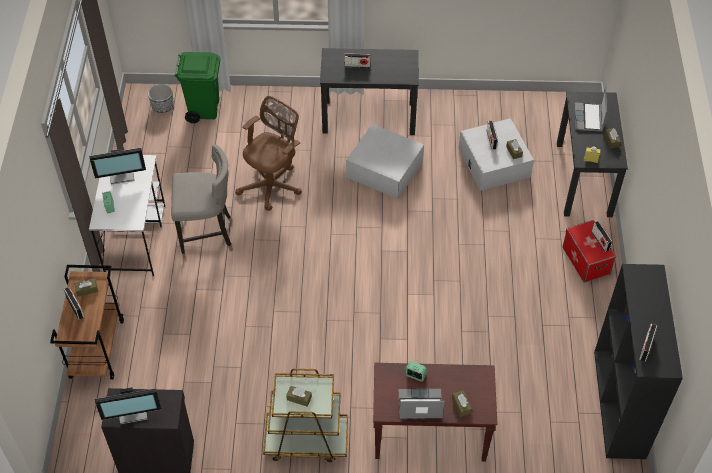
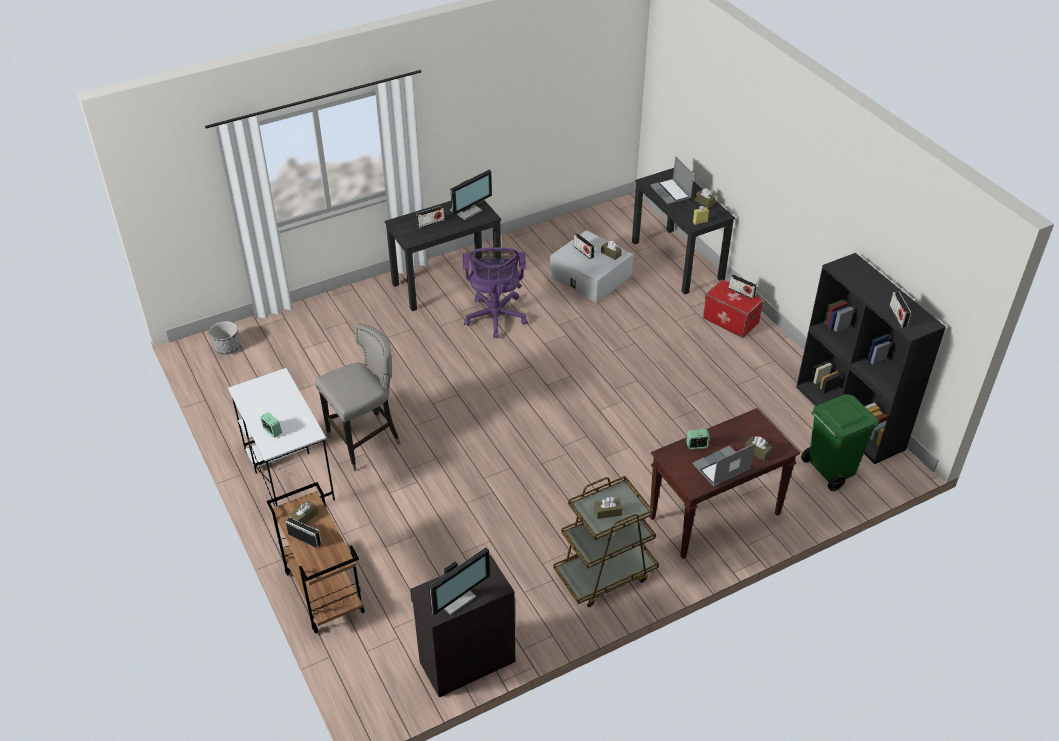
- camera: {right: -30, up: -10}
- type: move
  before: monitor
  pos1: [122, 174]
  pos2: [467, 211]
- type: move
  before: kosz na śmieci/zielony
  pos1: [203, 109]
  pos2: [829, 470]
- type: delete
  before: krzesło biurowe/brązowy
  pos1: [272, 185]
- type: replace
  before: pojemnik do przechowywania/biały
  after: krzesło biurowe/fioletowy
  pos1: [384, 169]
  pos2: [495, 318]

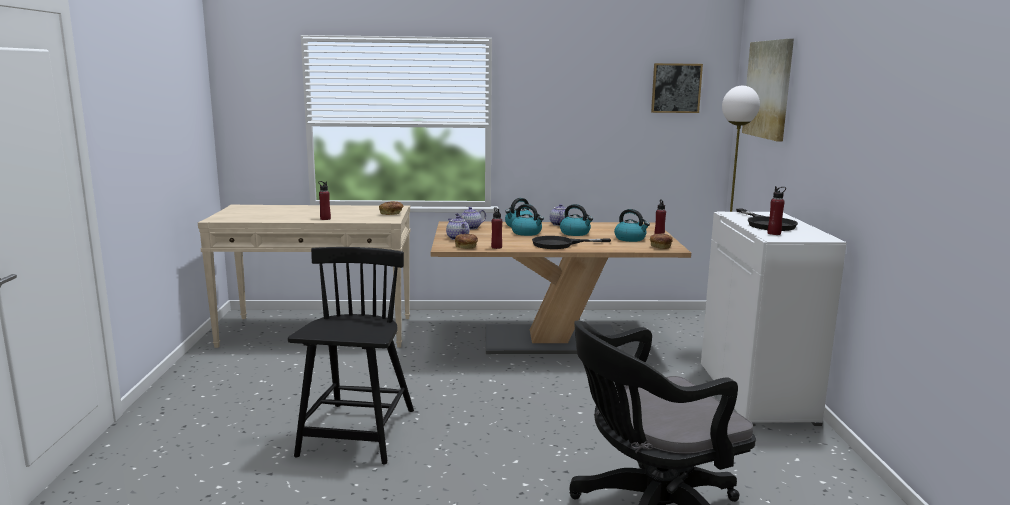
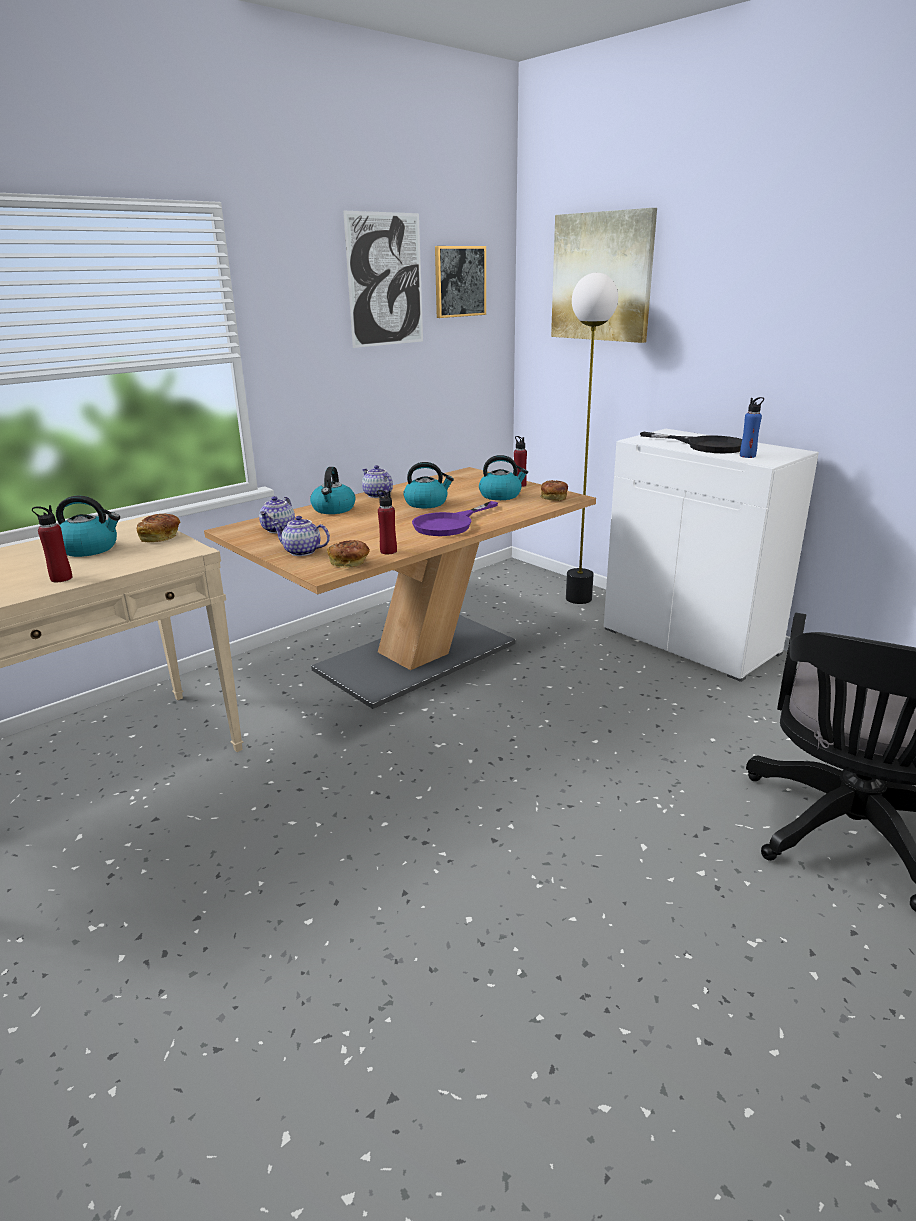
- camera: {right: -40, up: 10}
- type: delete
  before: krzesło/czarny
  pos1: [357, 434]
- type: move
  before: czajnik
  pos1: [527, 233]
  pos2: [90, 549]
- type: recolor
  before: patelnia/czarny
  after: patelnia/fioletowy
  pos1: [560, 244]
  pos2: [450, 524]
- type: recolor
  before: butelka/czerwony
  after: butelka/niebieski
  pos1: [774, 233]
  pos2: [747, 456]
- type: insert
  after: obraz
  pos2: [385, 280]

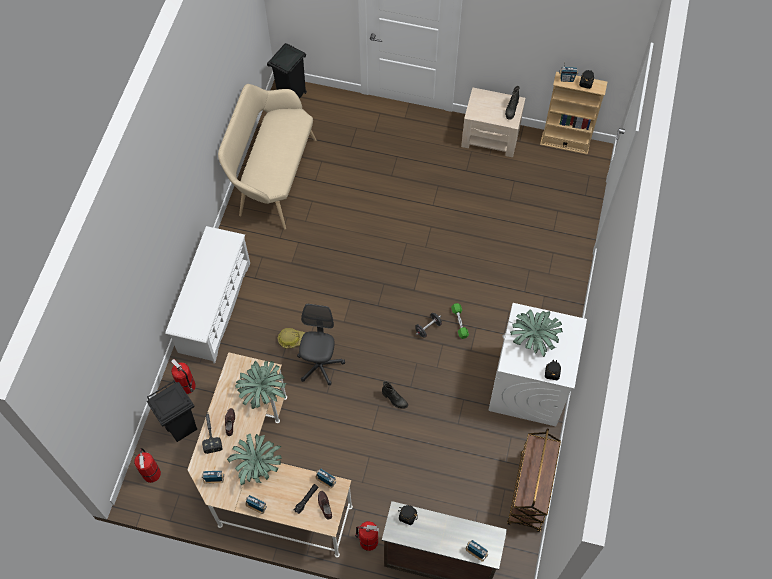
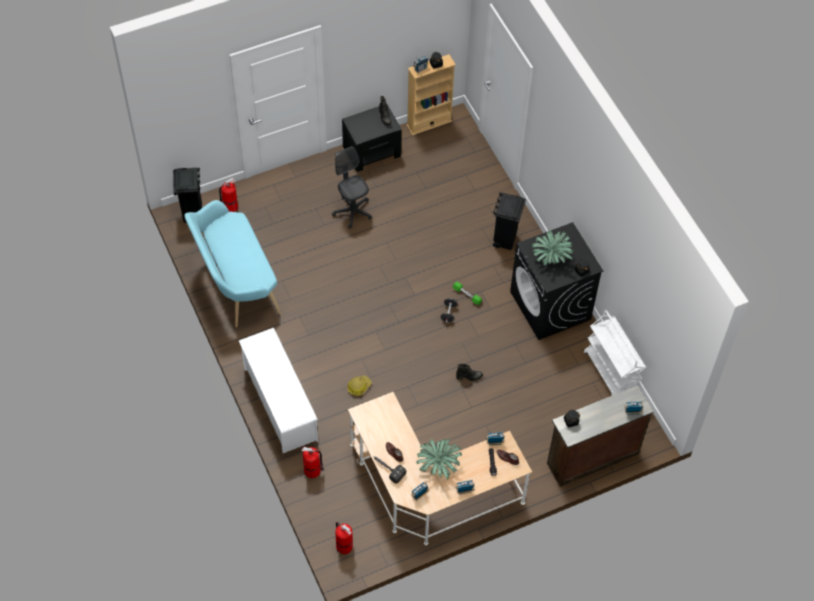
- camera: {right: -40, up: -5}
- type: move
  before: kosz na śmieci/czarny
  pos1: [182, 427]
  pos2: [505, 240]
- type: recolor
  before: ławka/beżowy
  after: ławka/turkusowy
  pos1: [273, 177]
  pos2: [235, 283]
- type: delete
  before: roślina doniczkowa
  pos1: [263, 392]
- type: move
  before: krzesło biurowe/szary
  pos1: [320, 365]
  pos2: [352, 212]
- type: move
  before: gaśnica
  pos1: [367, 541]
  pos2: [230, 207]
- type: recolor
  before: szafka nocna/beżowy
  after: szafka nocna/czarny
  pos1: [491, 136]
  pos2: [372, 151]
- type: recolor
  before: pralka/biały
  after: pralka/czarny
  pos1: [529, 386]
  pos2: [550, 306]
- type: recolor
  before: wózek/brązowy
  after: wózek/biały
  pos1: [530, 492]
  pos2: [611, 373]

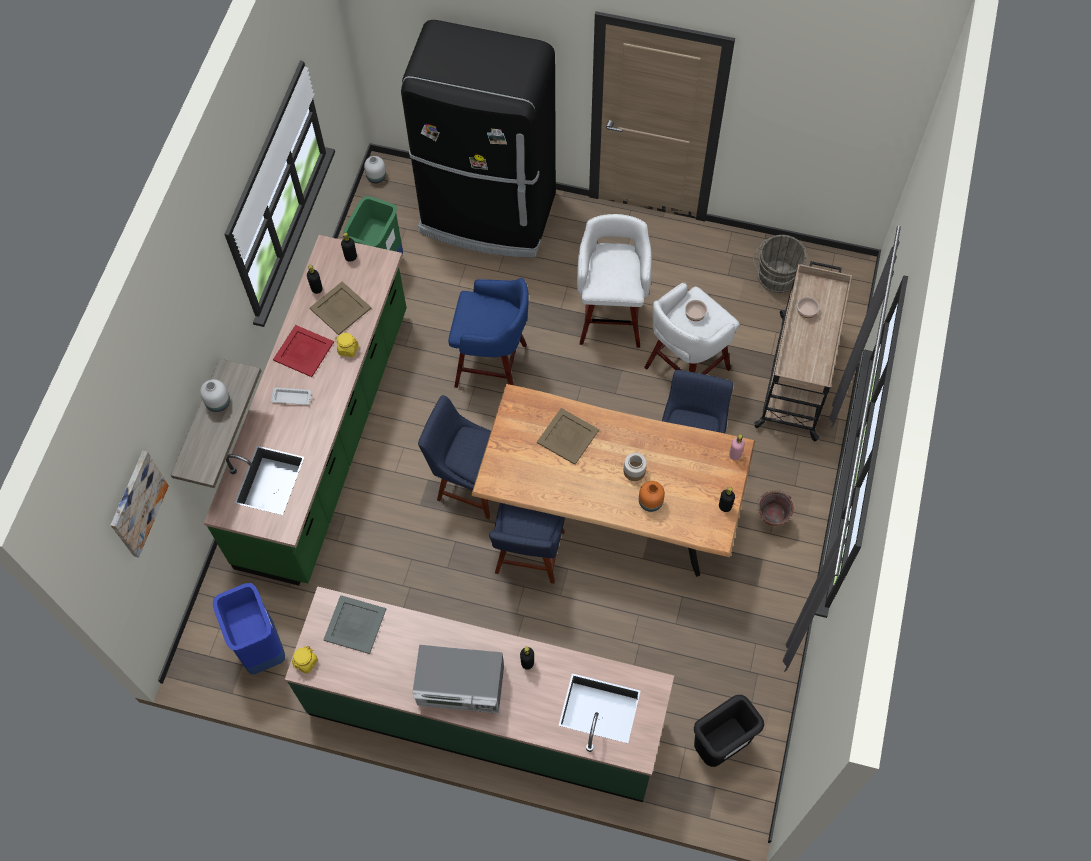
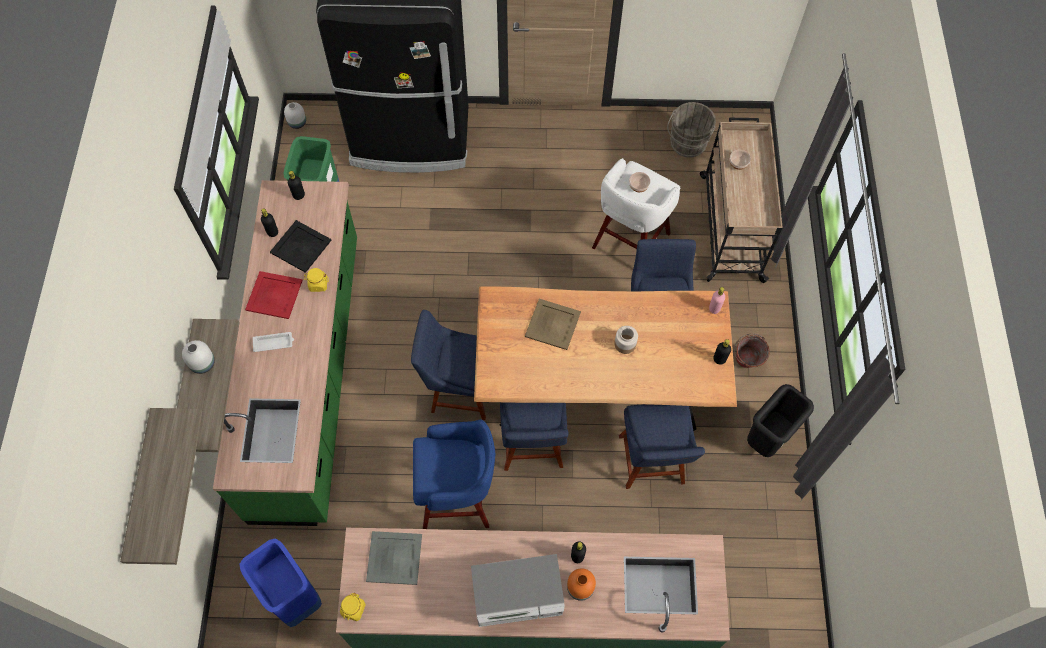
- camera: {right: -15, up: 0}
- type: replace
  before: obraz
  after: półka
  pos1: [137, 504]
  pos2: [142, 488]
- type: recolor
  before: taca/beżowy
  after: taca/czarny
  pos1: [340, 308]
  pos2: [300, 246]
- type: move
  before: stołek/niebieski
  pos1: [493, 366]
  pos2: [458, 497]
- type: delete
  before: stołek/biały
  pos1: [611, 317]
- type: move
  before: wazon/pomarańczowy
  pos1: [651, 502]
  pos2: [581, 588]
- type: move
  before: kosz na śmieci/czarny
  pos1: [720, 746]
  pos2: [767, 439]
- type: insert
  after: krzesło/niebieski
  pos2: [652, 463]

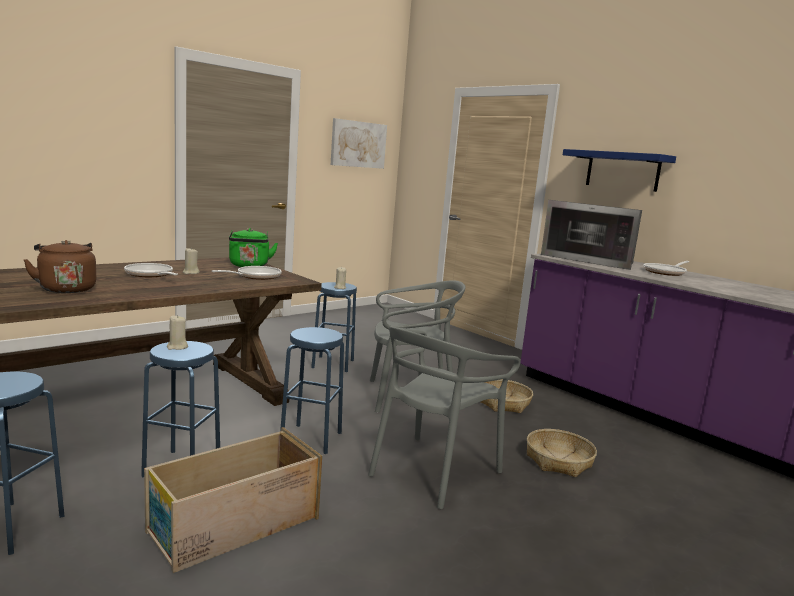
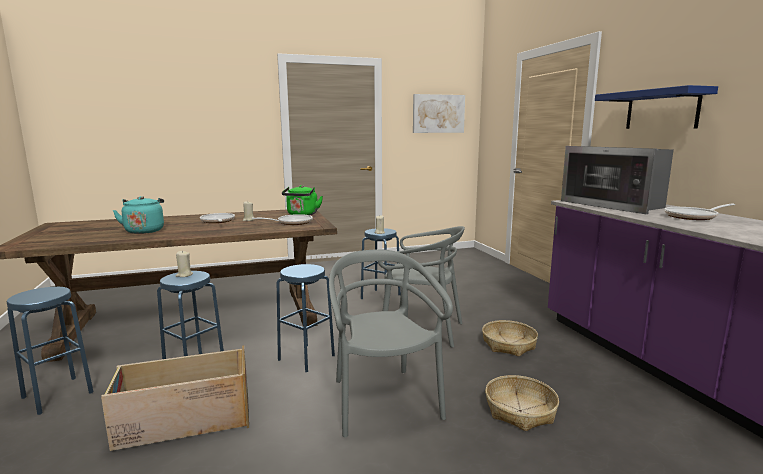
- camera: {right: 25, up: 0}
- type: recolor
  before: czajnik/brązowy
  after: czajnik/turkusowy
  pos1: [66, 289]
  pos2: [144, 231]
- type: rotate
  before: krzesło/szary
  pos1: [433, 471]
  pos2: [383, 401]
  turn: 105

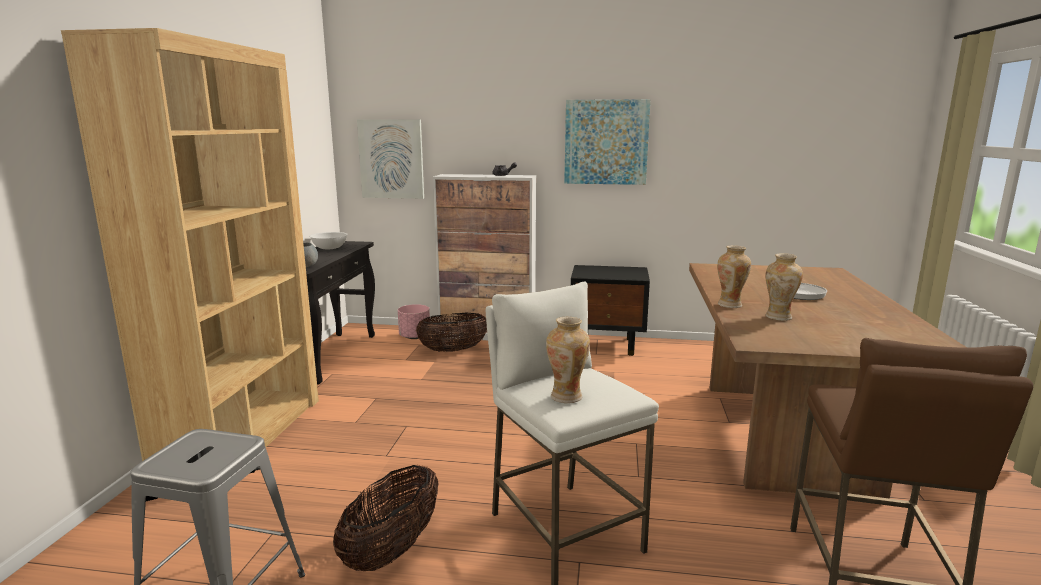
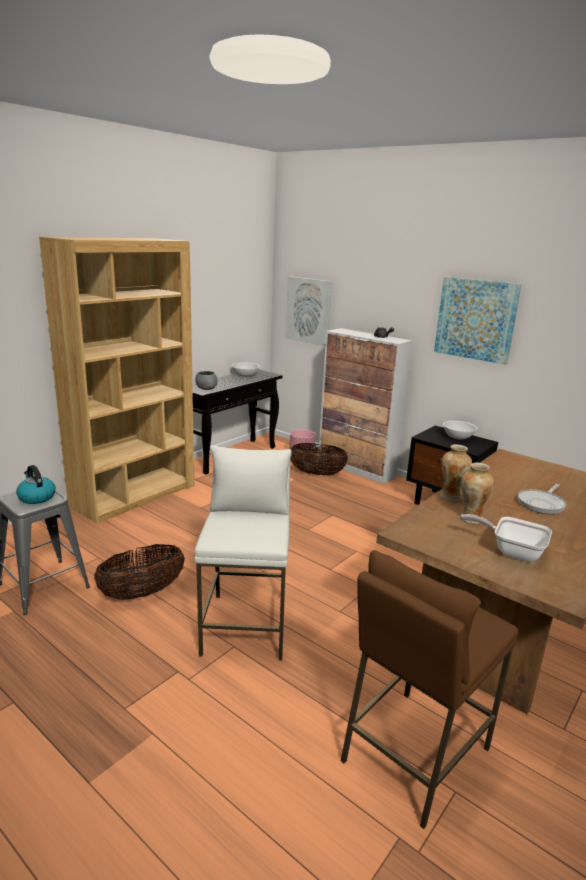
- camera: {right: 30, up: 5}
- type: delete
  before: wazon
  pos1: [567, 396]
- type: insert
  after: czajnik
  pos2: [36, 497]
- type: insert
  after: miska/biały
  pos2: [458, 437]
- type: insert
  after: patelnia
  pos2: [511, 551]

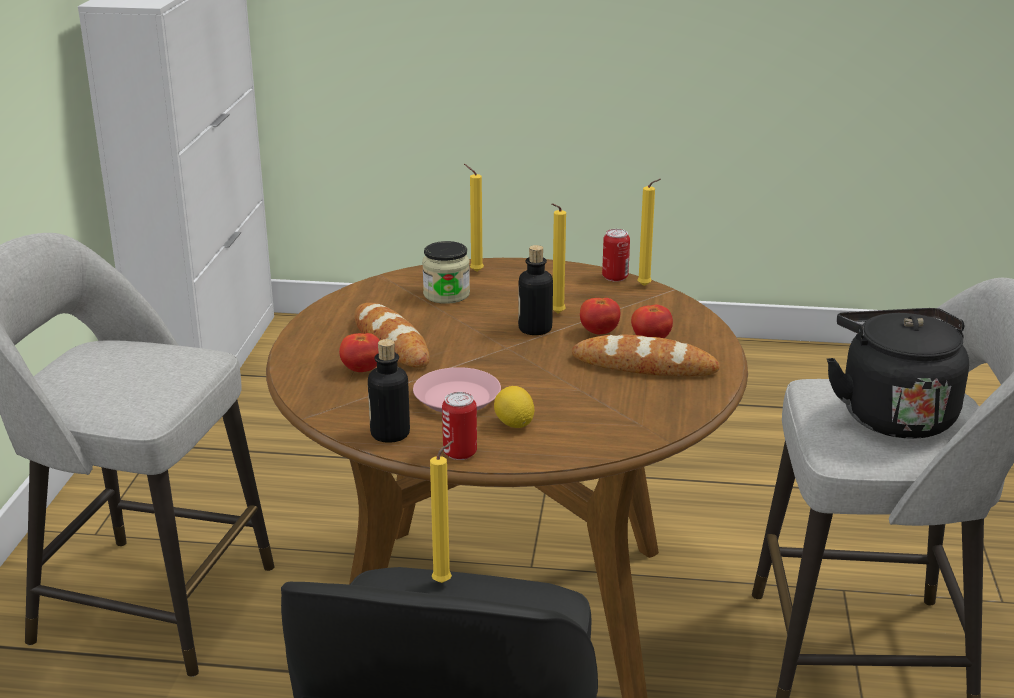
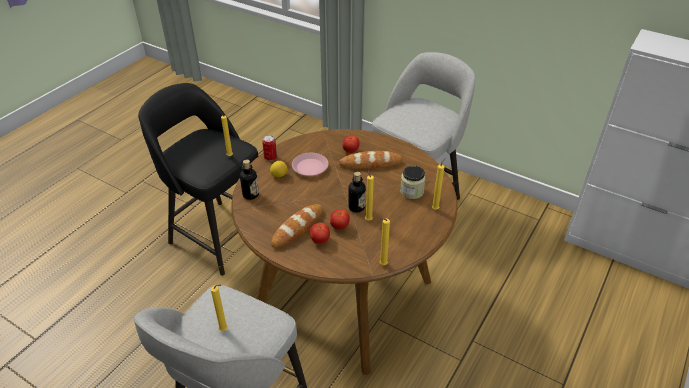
- camera: {right: 115, up: 15}
- type: move
  before: butelka
  pos1: [390, 434]
  pos2: [250, 195]
- type: delete
  before: puszka
  pos1: [615, 277]
- type: replace
  before: czajnik/czarny
  after: świeca/żółty
  pos1: [893, 414]
  pos2: [225, 330]

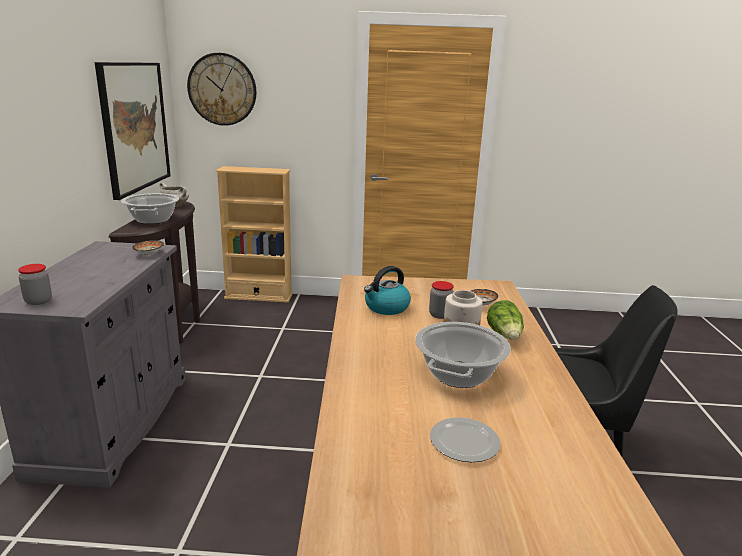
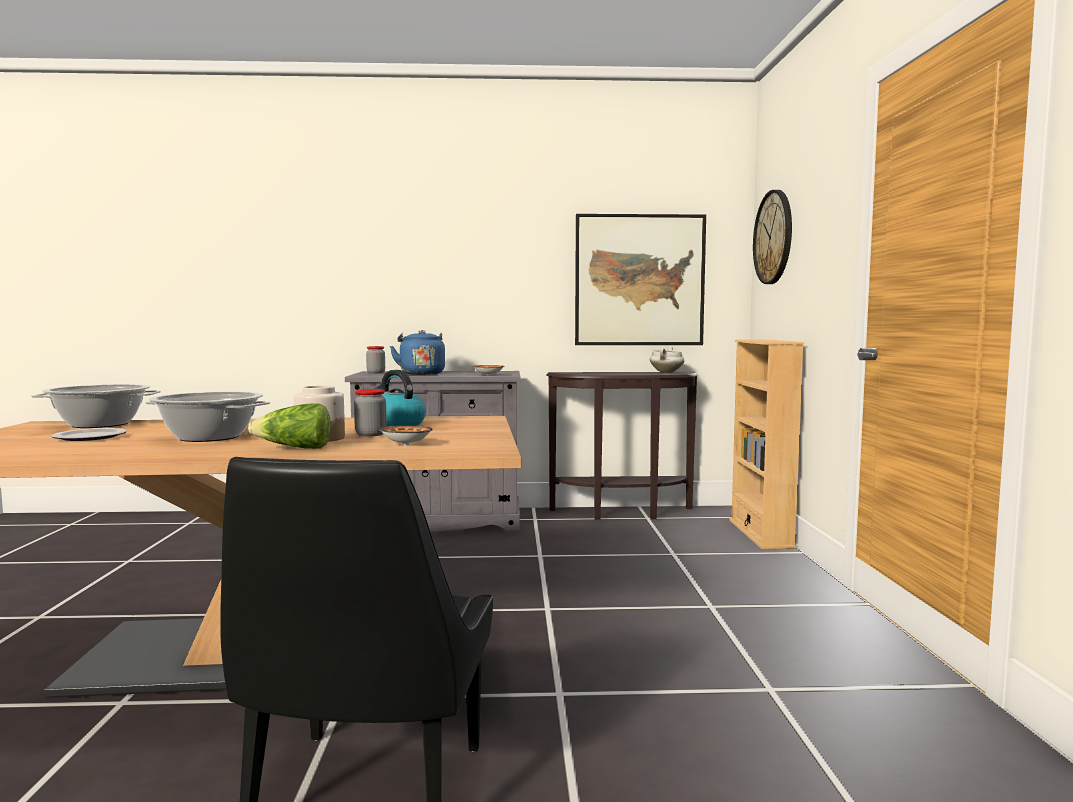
- camera: {right: 85, up: -15}
- type: move
  before: garnek
  pos1: [152, 220]
  pos2: [100, 424]
- type: insert
  after: czajnik/niebieski
  pos2: [421, 373]

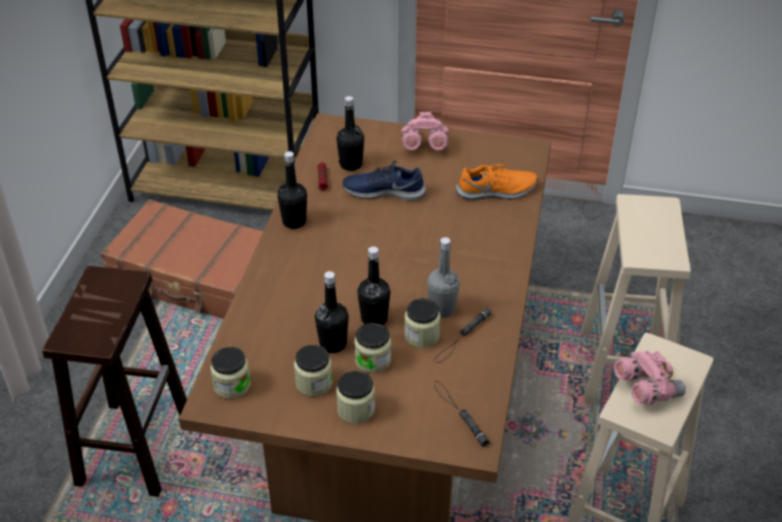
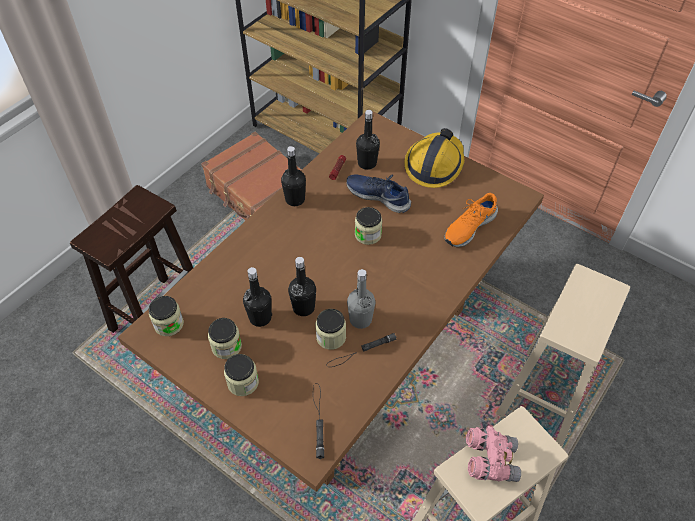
- camera: {right: 25, up: 10}
- type: move
  before: słoik
  pos1: [373, 360]
  pos2: [368, 234]
- type: replace
  before: lornetka/różowy
  after: kask
  pos1: [423, 145]
  pos2: [434, 164]
- type: rotate
  before: but/pomarańczowy
  pos1: [497, 191]
  pos2: [469, 227]
  turn: 120

